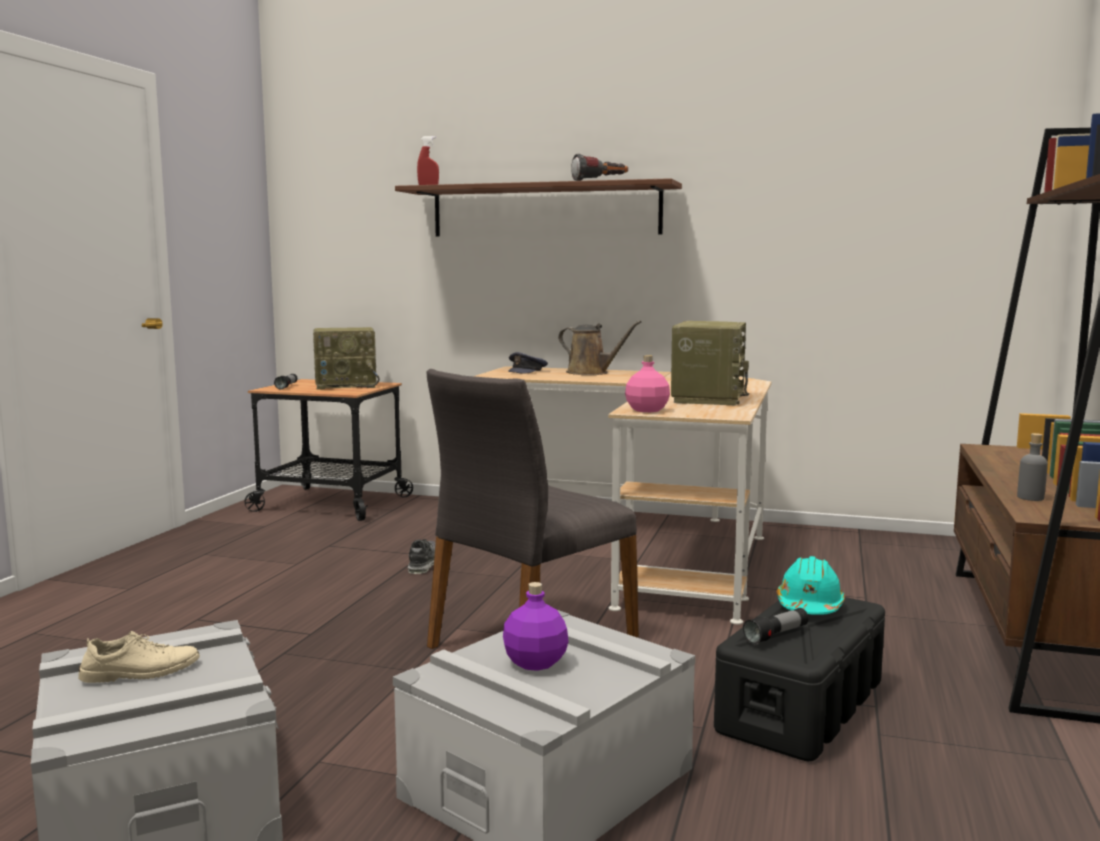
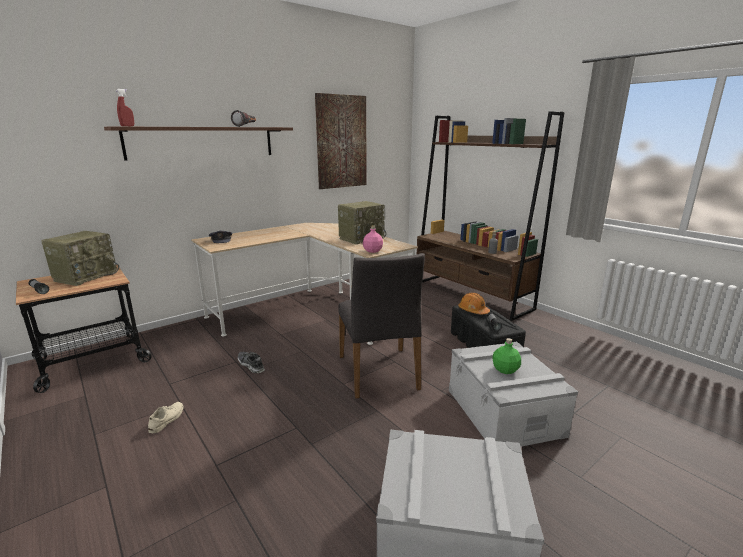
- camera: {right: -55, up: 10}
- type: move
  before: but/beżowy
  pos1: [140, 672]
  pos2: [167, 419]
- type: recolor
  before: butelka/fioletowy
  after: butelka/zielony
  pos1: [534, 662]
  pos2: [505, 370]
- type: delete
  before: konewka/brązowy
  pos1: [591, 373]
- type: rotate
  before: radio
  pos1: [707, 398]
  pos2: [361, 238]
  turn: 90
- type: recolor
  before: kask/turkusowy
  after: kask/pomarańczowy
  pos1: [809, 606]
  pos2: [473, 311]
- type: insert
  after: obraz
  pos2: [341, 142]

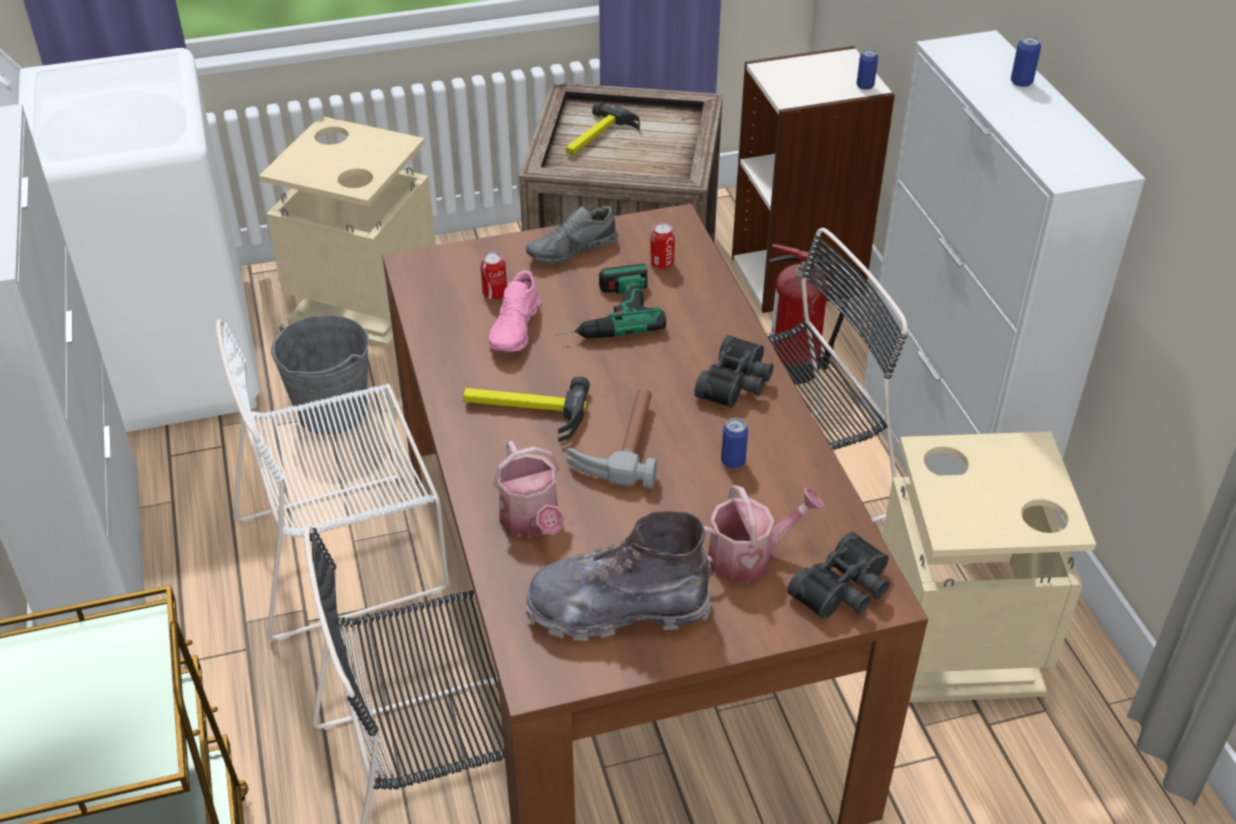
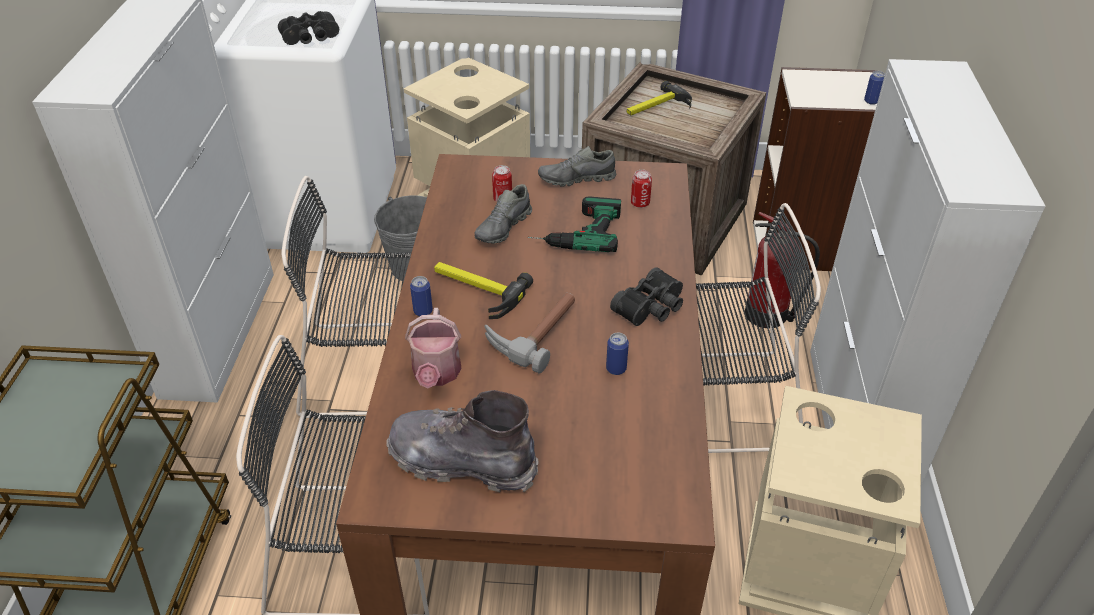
- camera: {right: 20, up: 0}
- type: recolor
  before: krzesło/biały
  after: krzesło/czarny
  pos1: [348, 552]
  pos2: [379, 367]
- type: recolor
  before: but/różowy
  after: but/szary
  pos1: [515, 329]
  pos2: [503, 228]
- type: delete
  before: konewka
  pos1: [749, 556]
- type: move
  before: lornetka/czarny
  pos1: [845, 591]
  pos2: [311, 38]
- type: move
  before: puszka
  pos1: [1021, 82]
  pos2: [423, 311]

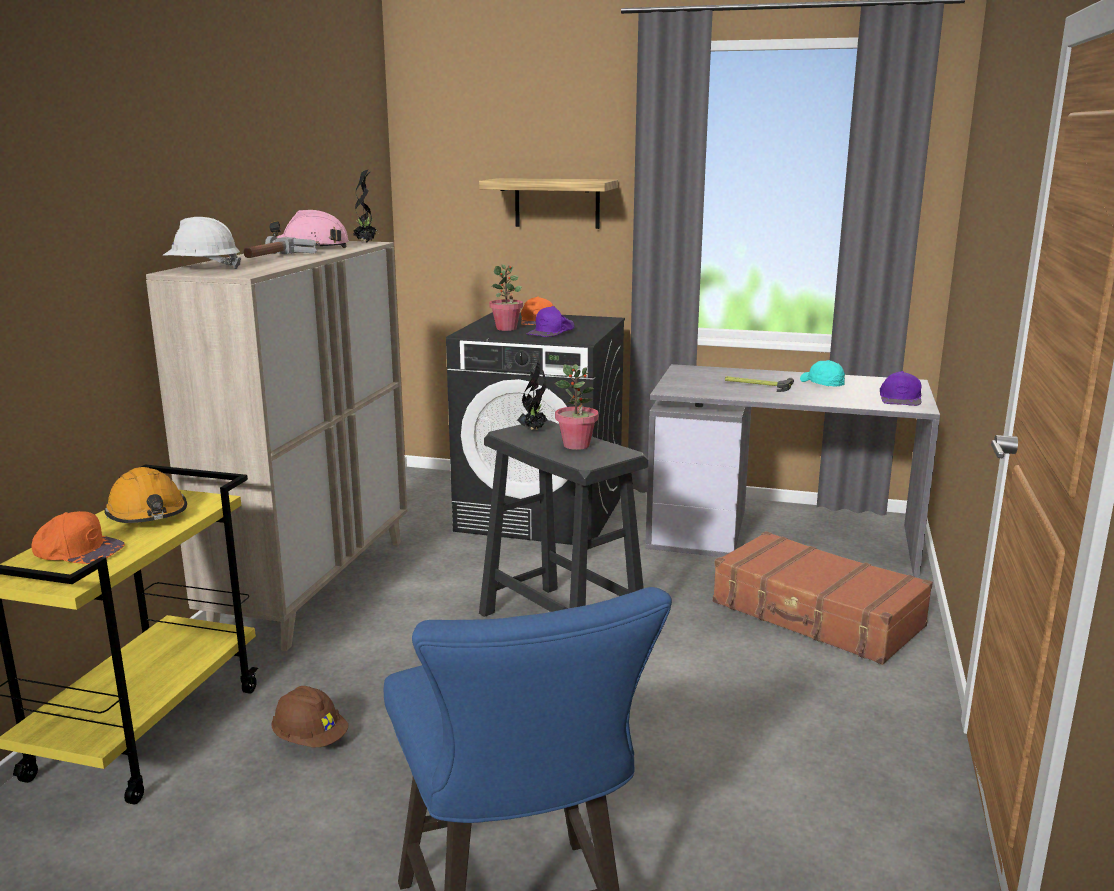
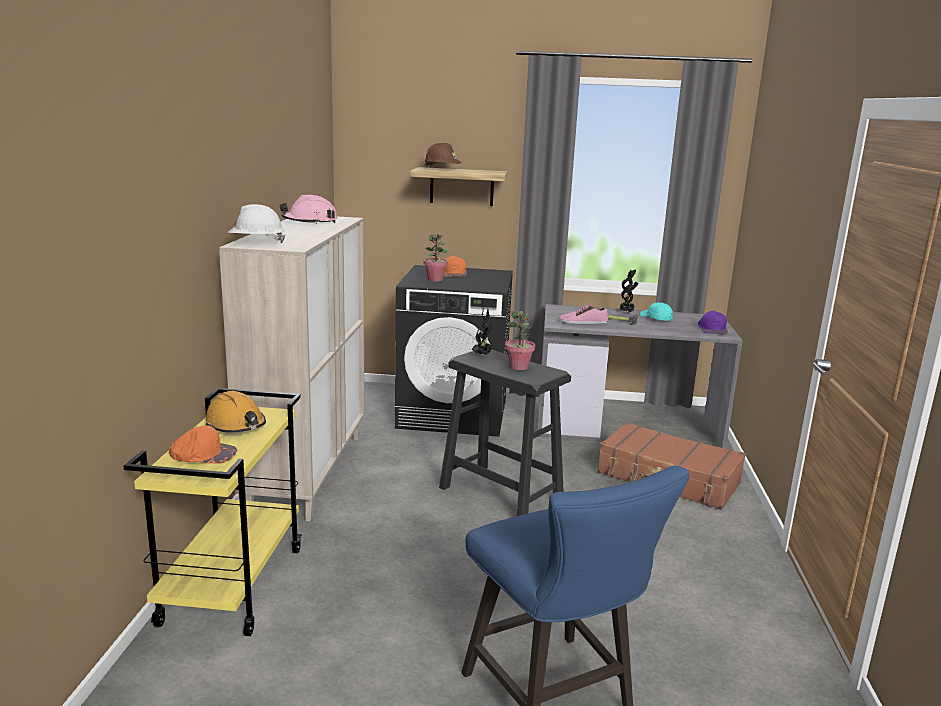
- camera: {right: -10, up: 0}
- type: delete
  before: młotek
  pos1: [279, 258]
- type: move
  before: kask/brązowy
  pos1: [310, 739]
  pos2: [442, 169]
- type: move
  before: roślina doniczkowa
  pos1: [366, 242]
  pos2: [627, 312]
- type: delete
  before: czapka z daszkiem/fioletowy
  pos1: [551, 332]
- type: insert
  after: but
  pos2: [583, 322]

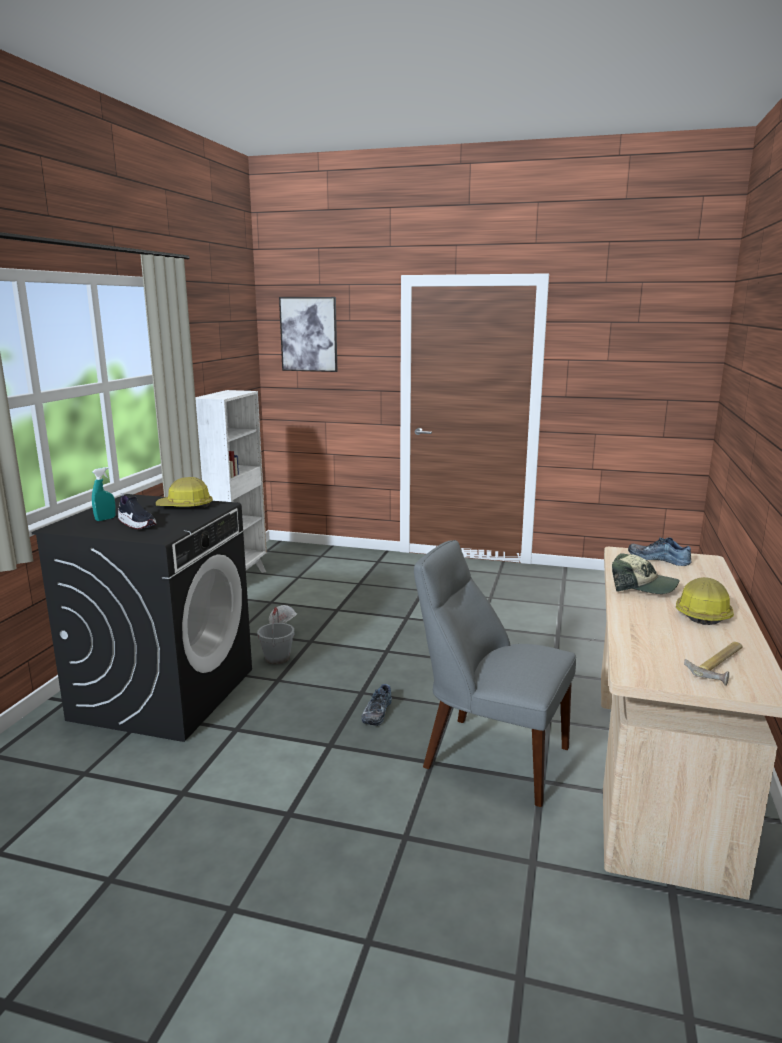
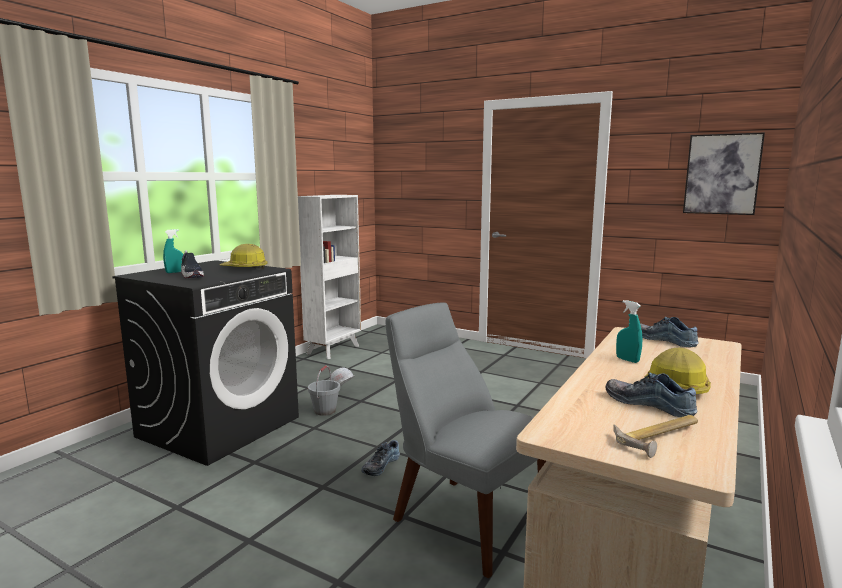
- camera: {right: 15, up: -5}
- type: move
  before: obraz
  pos1: [309, 334]
  pos2: [722, 174]
- type: replace
  before: czapka z daszkiem
  after: spryskiwacz/turkusowy
  pos1: [642, 586]
  pos2: [627, 360]
- type: insert
  after: but
  pos2: [650, 403]

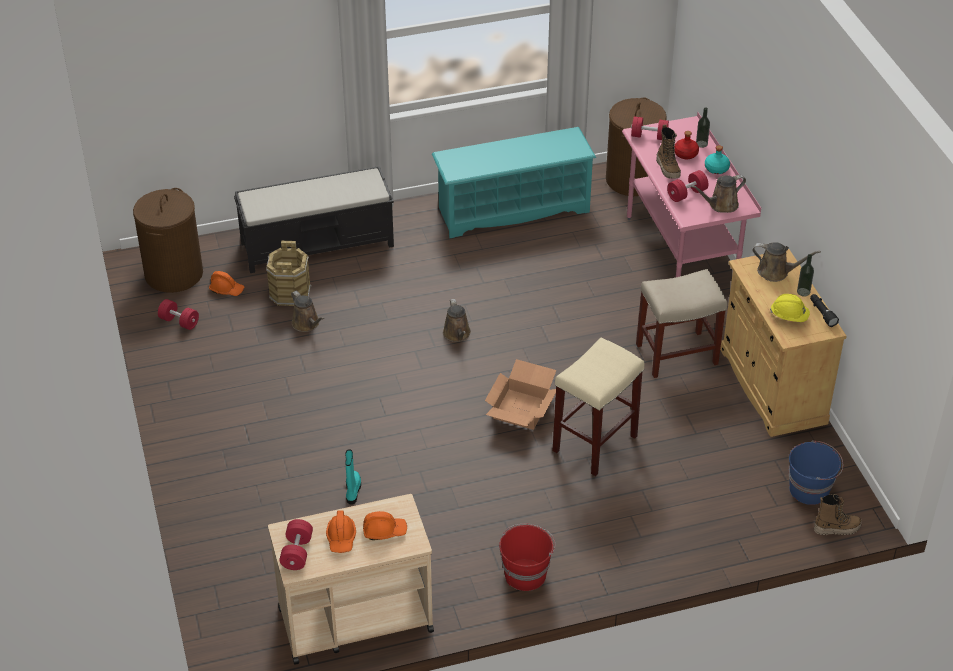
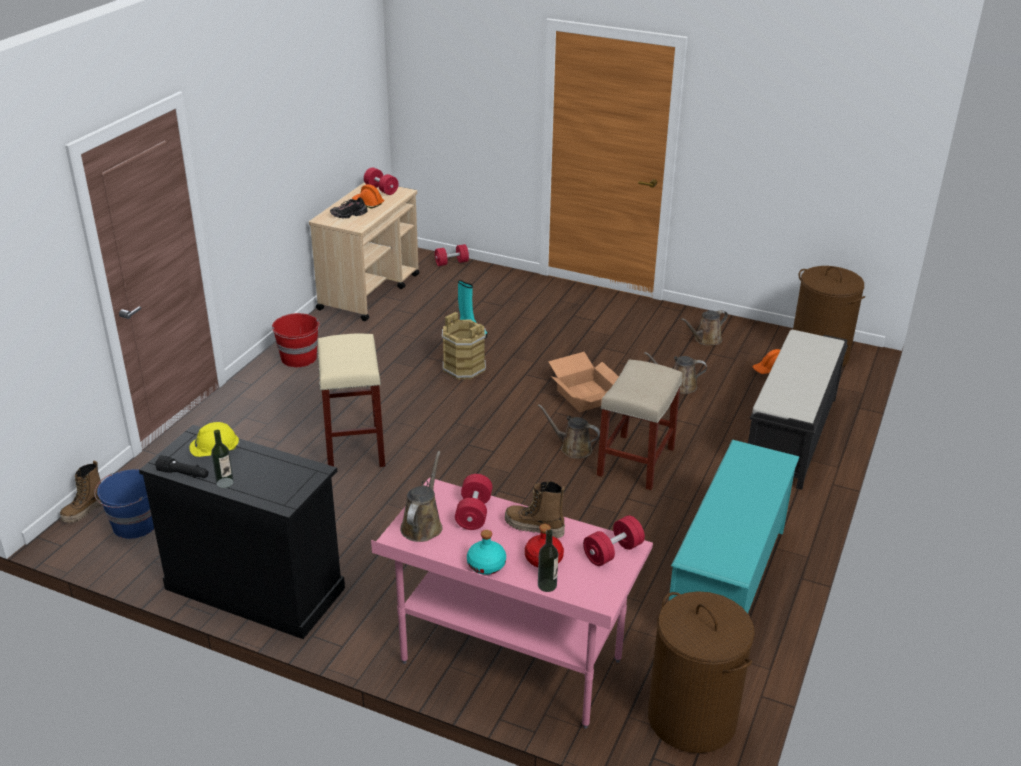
- camera: {right: 130, up: -10}
- type: move
  before: hantel/czerwony
  pos1: [179, 322]
  pos2: [451, 263]
- type: move
  before: wiadro/brązowy
  pos1: [289, 293]
  pos2: [464, 368]
- type: replace
  before: kask/pomarańczowy
  after: but/czarny
  pos1: [384, 531]
  pos2: [349, 215]
- type: move
  before: karton
  pos1: [520, 408]
  pos2: [587, 396]
- type: move
  before: stołek/beżowy
  pos1: [677, 354]
  pos2: [636, 462]
- type: recolor
  before: szafka/beżowy
  after: szafka/czarny
  pos1: [772, 386]
  pos2: [255, 588]
- type: move
  before: konewka/brązowy
  pos1: [776, 272]
  pos2: [706, 340]

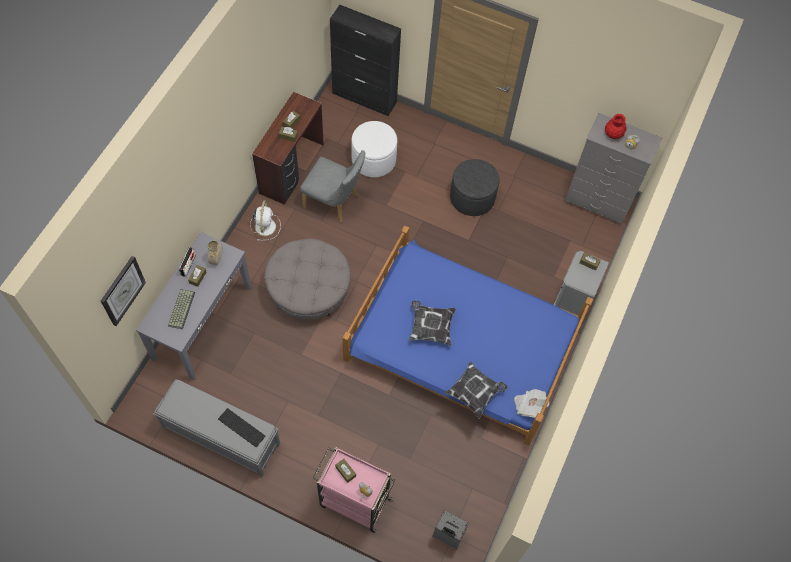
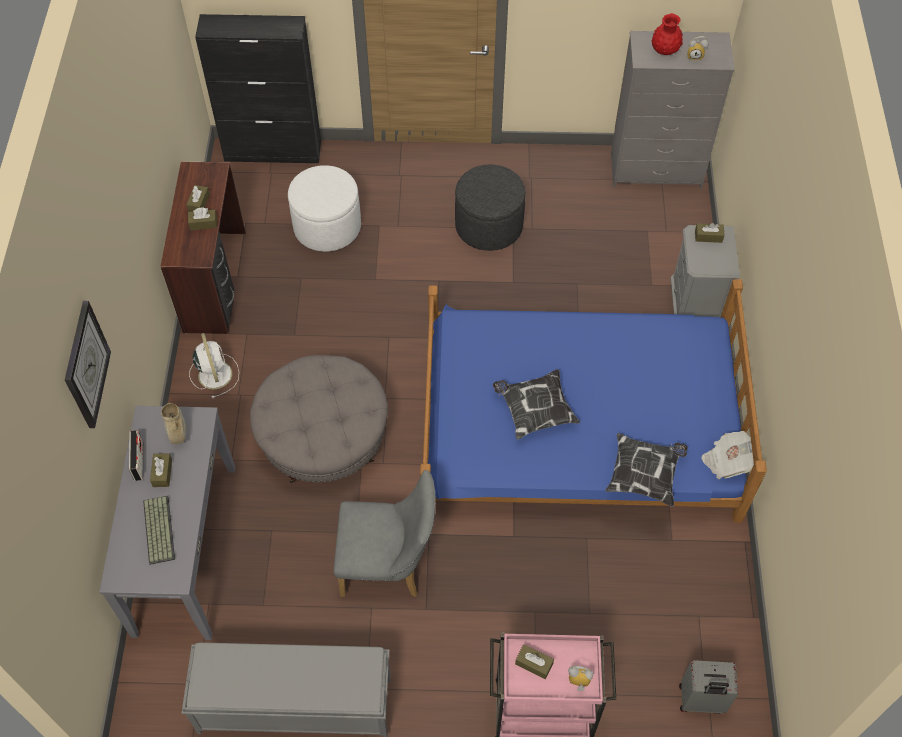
- camera: {right: -20, up: -5}
- type: move
  before: zegar ścienny
  pos1: [122, 290]
  pos2: [86, 365]
- type: delete
  before: klawiatura
  pos1: [240, 428]
- type: move
  before: krzesło/szary
  pos1: [334, 203]
  pos2: [388, 566]

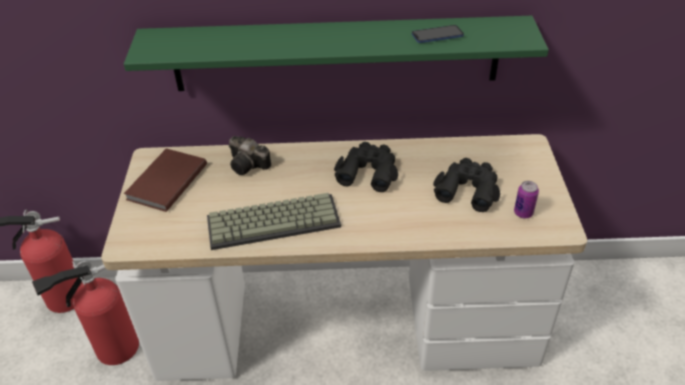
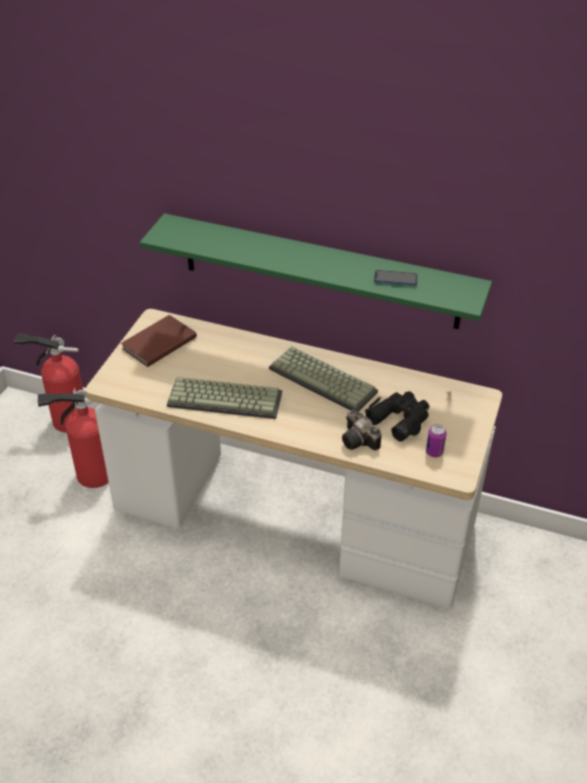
- camera: {right: 20, up: 0}
- type: move
  before: aparat fotograficzny
  pos1: [249, 165]
  pos2: [360, 441]
- type: replace
  before: lornetka/czarny
  after: klawiatura
  pos1: [368, 171]
  pos2: [324, 380]

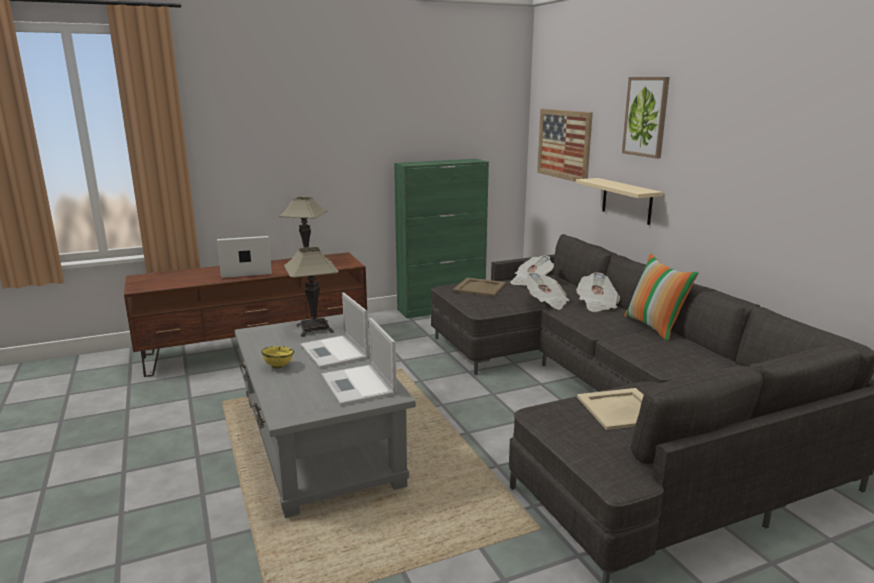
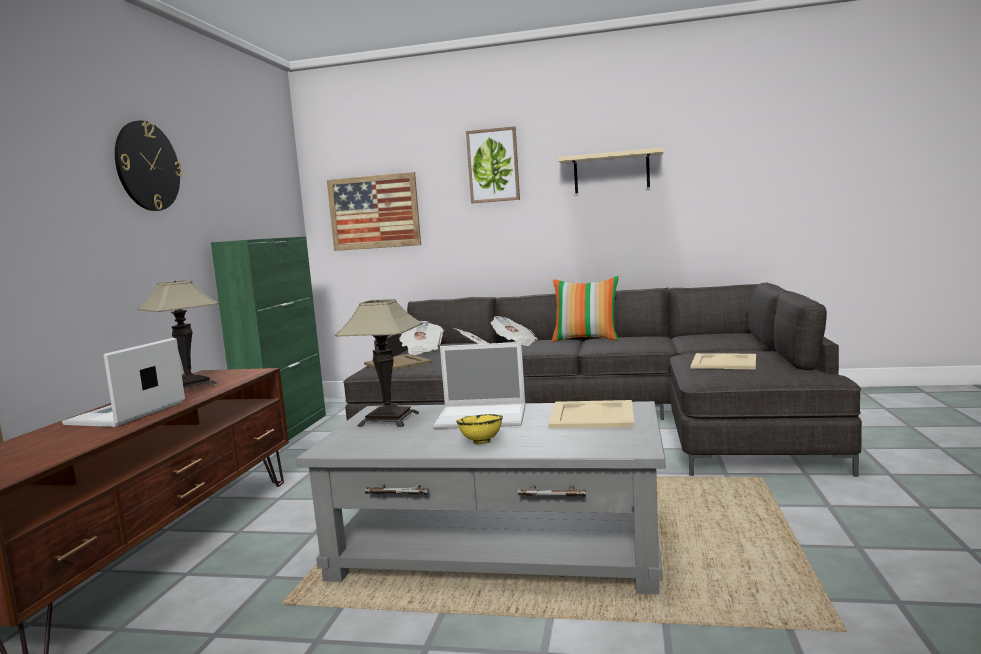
- camera: {right: -55, up: -10}
- type: replace
  before: laptop
  after: taca/beżowy
  pos1: [359, 386]
  pos2: [593, 415]
- type: move
  before: półka/beżowy
  pos1: [627, 201]
  pos2: [611, 172]
- type: insert
  after: zegar ścienny
  pos2: [147, 166]

